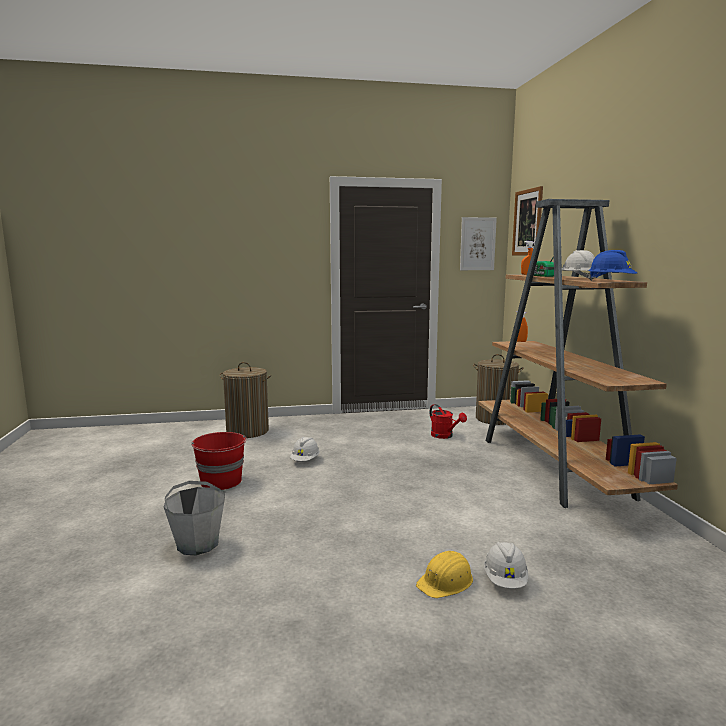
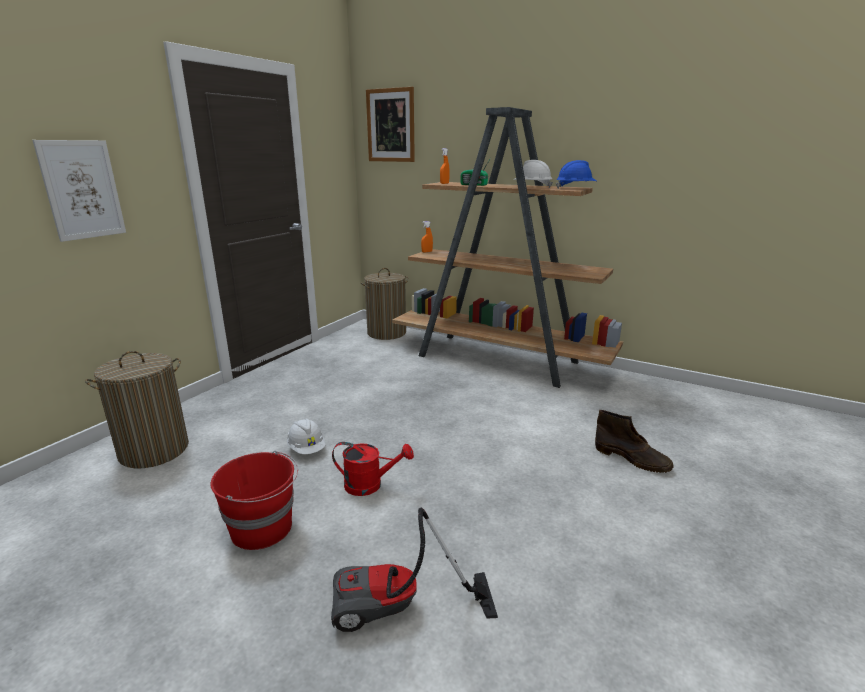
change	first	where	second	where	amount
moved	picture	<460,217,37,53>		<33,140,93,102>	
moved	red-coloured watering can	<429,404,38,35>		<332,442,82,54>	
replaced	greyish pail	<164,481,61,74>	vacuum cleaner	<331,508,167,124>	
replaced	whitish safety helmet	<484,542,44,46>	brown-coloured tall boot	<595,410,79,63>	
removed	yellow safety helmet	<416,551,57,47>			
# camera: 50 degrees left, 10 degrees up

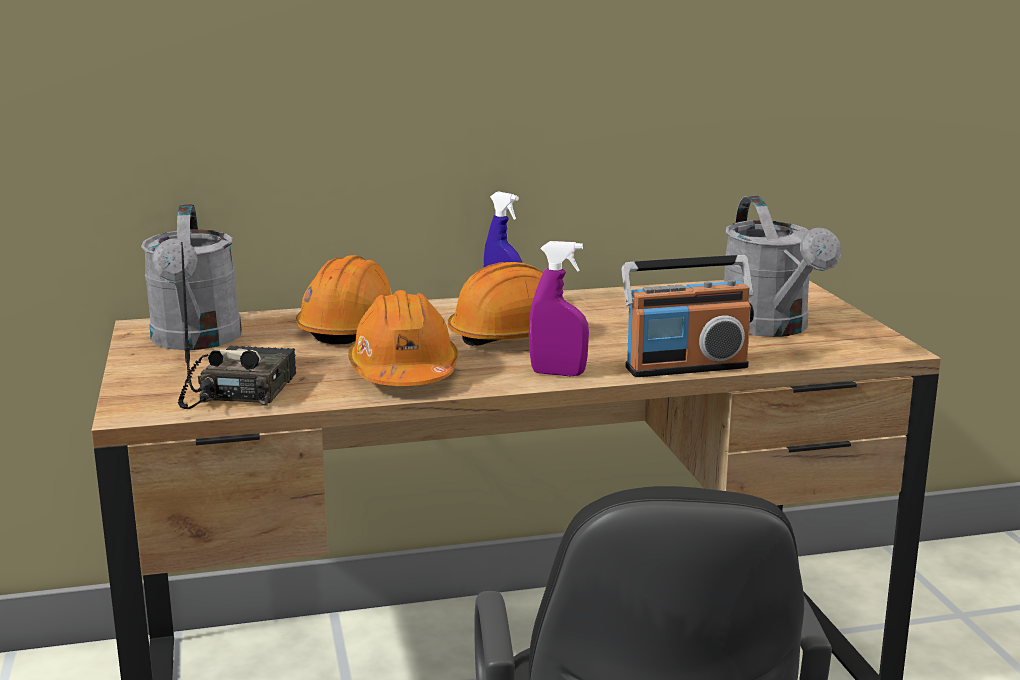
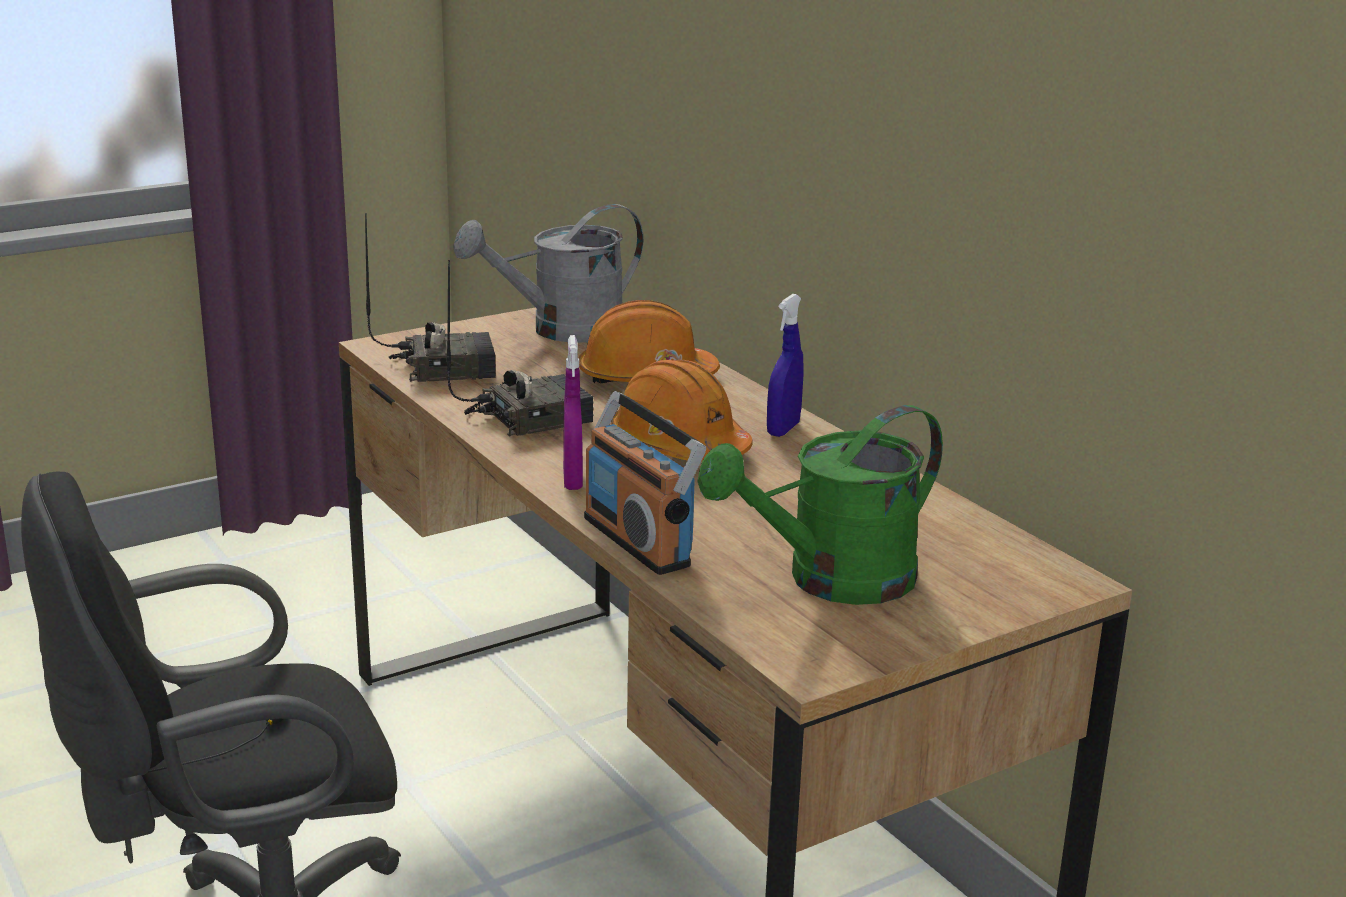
change	first	where	second	where	amount
recoloured	greyish watering can	<724,196,117,141>	greenish watering can	<697,405,246,200>	
replaced	orangey safety helmet	<348,290,110,96>	radio	<447,260,146,177>	
# camera: 70 degrees right, 5 degrees up

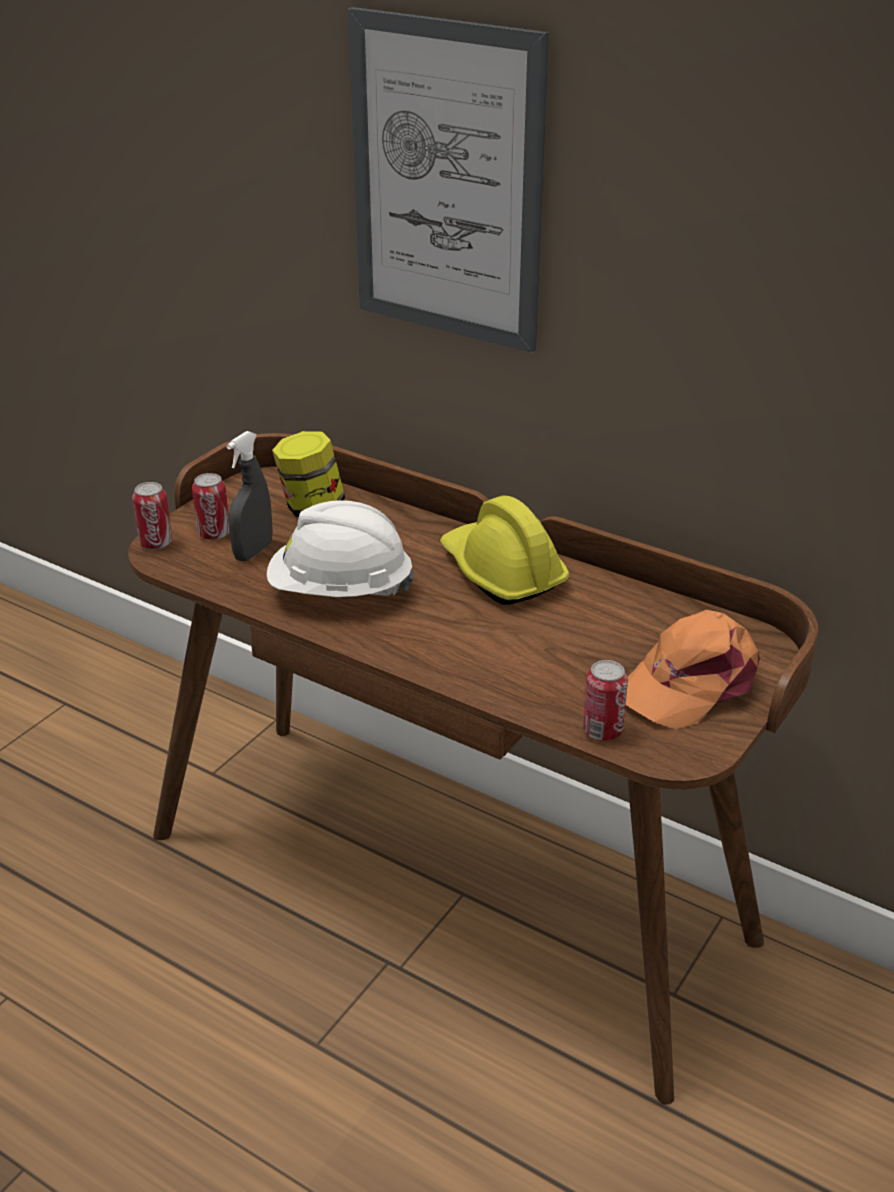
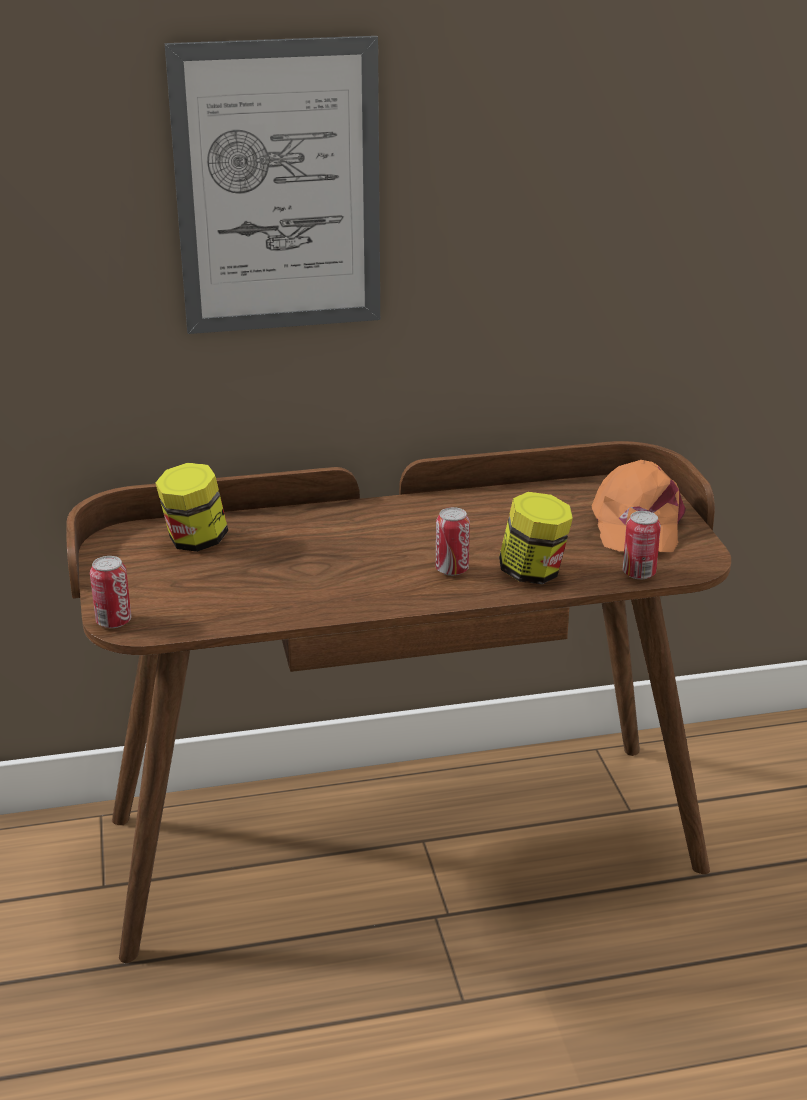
change	first	where	second	where	amount
removed	greyish sprayer	<226,431,47,130>			
moved	can	<192,473,37,67>		<436,507,34,69>	
removed	yellow safety helmet	<440,496,130,109>			
removed	whitish safety helmet	<267,500,147,97>			
added			jar	<499,492,74,92>	
# camera: 45 degrees left, 5 degrees down

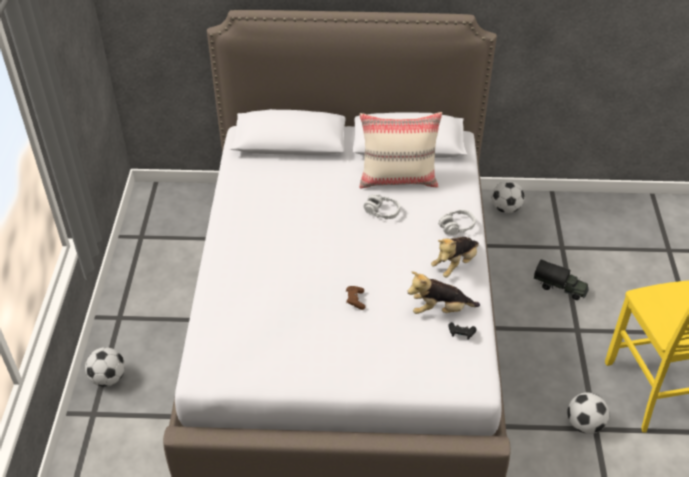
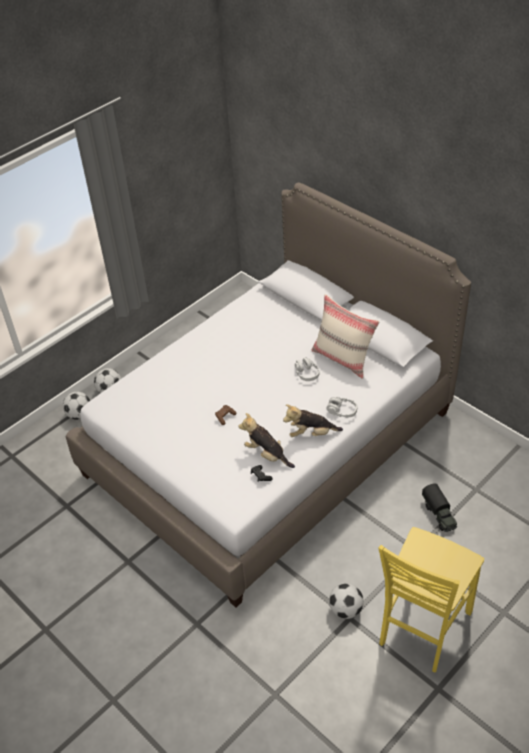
change	first	where	second	where	amount
moved	football ball	<491,181,34,32>		<63,392,27,28>	
# camera: 45 degrees right, 0 degrees up

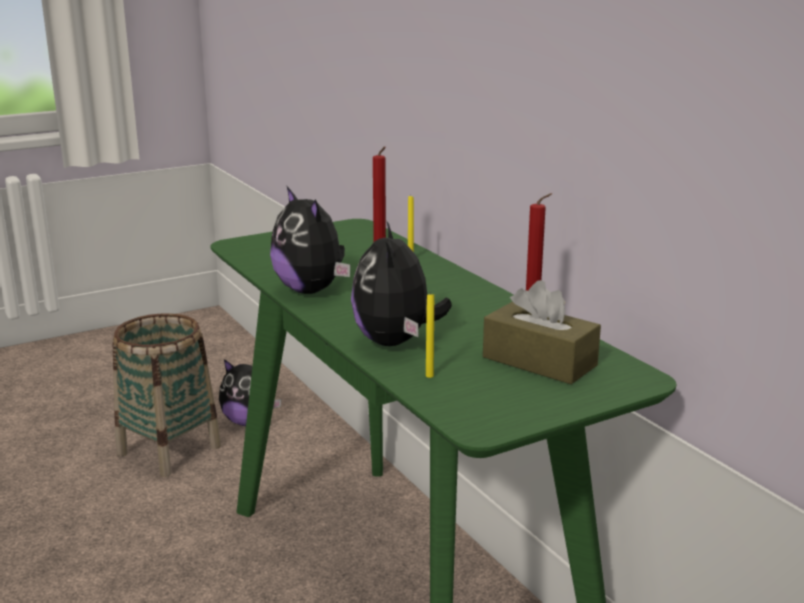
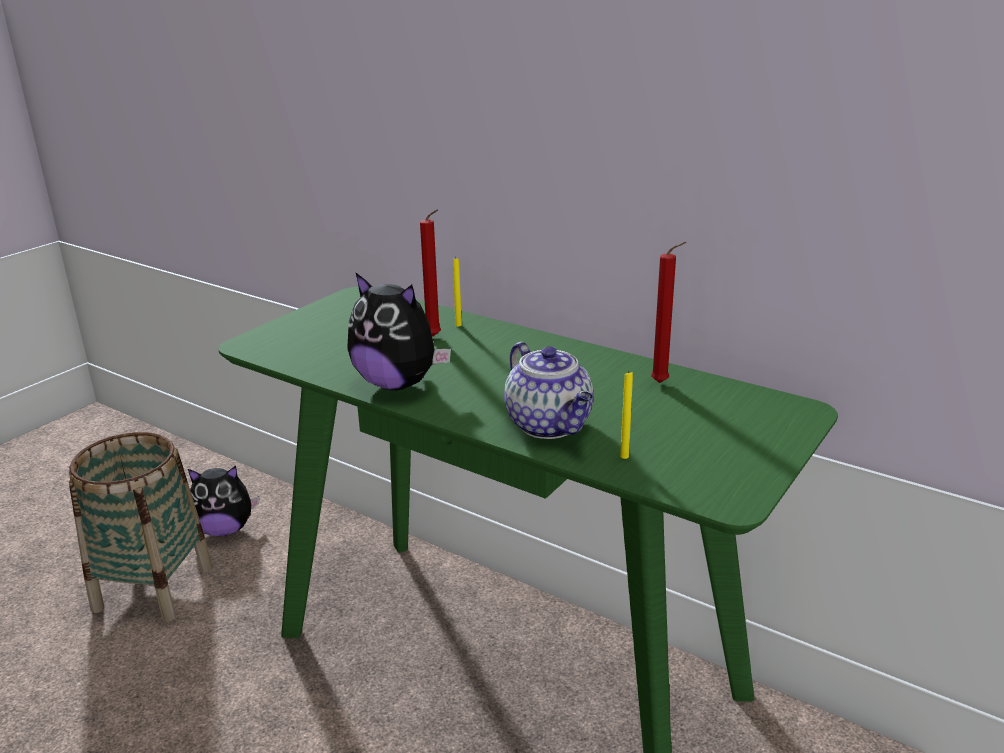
change	first	where	second	where	amount
replaced	plush toy	<351,222,101,124>	pot for tea	<504,342,90,97>	
removed	brown-coloured box of tissues	<483,280,118,104>			
# camera: 25 degrees left, 5 degrees up

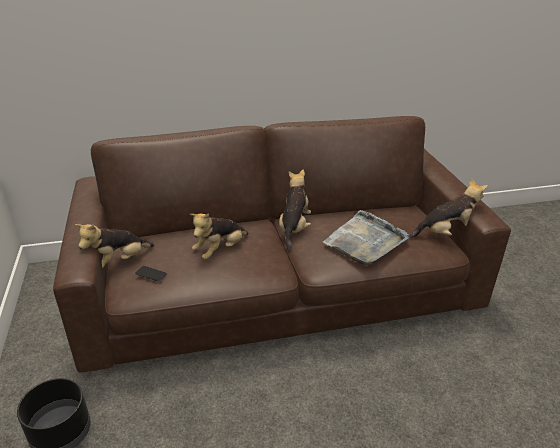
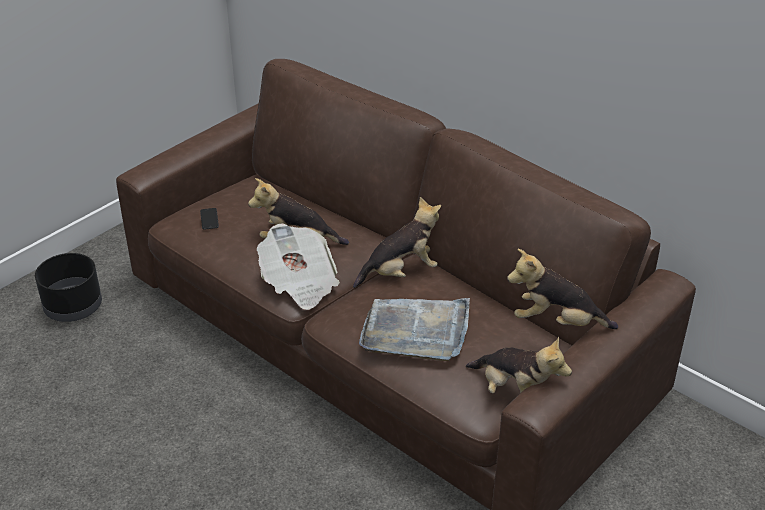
change	first	where	second	where	amount
moved	plush toy	<75,224,79,44>		<507,249,111,80>	
added			daily paper	<257,223,83,87>	
# camera: 55 degrees right, 5 degrees up

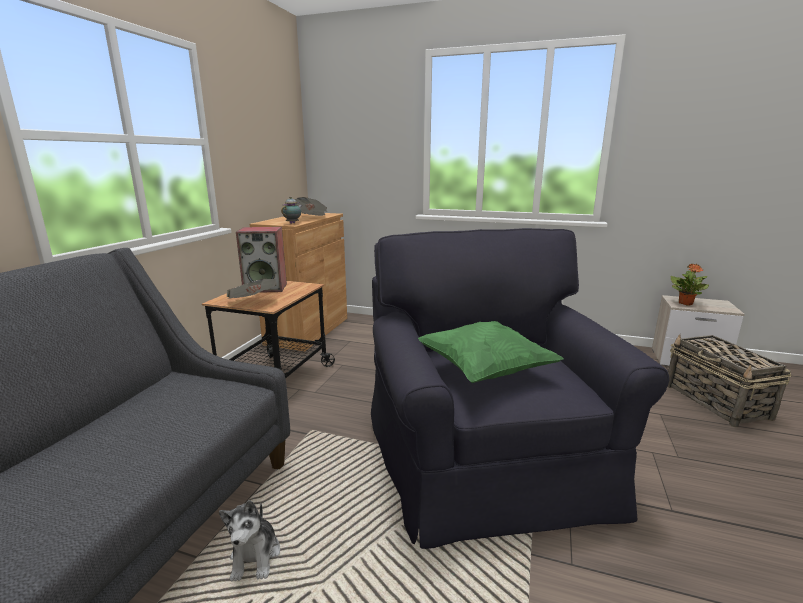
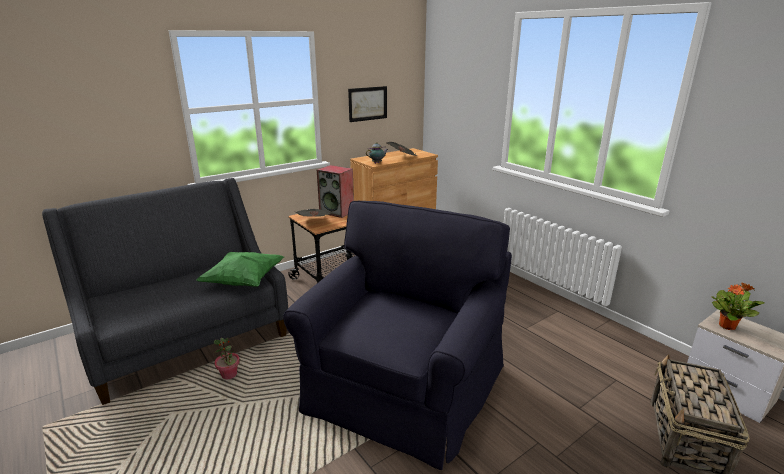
change	first	where	second	where	amount
moved	greenish throw pillow	<418,321,146,62>		<196,252,88,35>	
replaced	plush toy	<219,500,61,81>	plant in a pot	<214,338,26,41>	
added			picture	<348,86,39,36>	
# camera: 35 degrees right, 5 degrees up

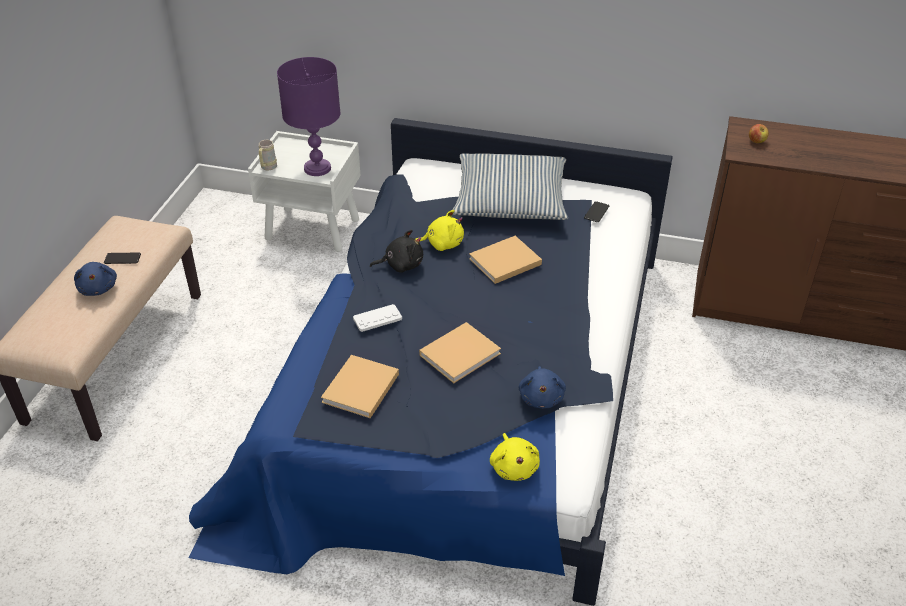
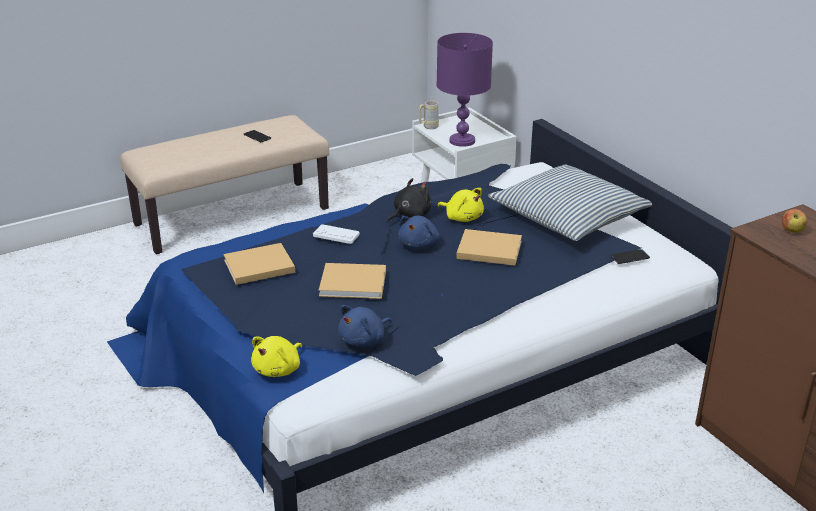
change	first	where	second	where	amount
turned	blackish plush toy	<370,230,53,43>		<387,178,44,45>	75 degrees counterclockwise
moved	blue plush toy	<74,262,43,34>		<398,216,42,33>	
# camera: 45 degrees right, 10 degrees down

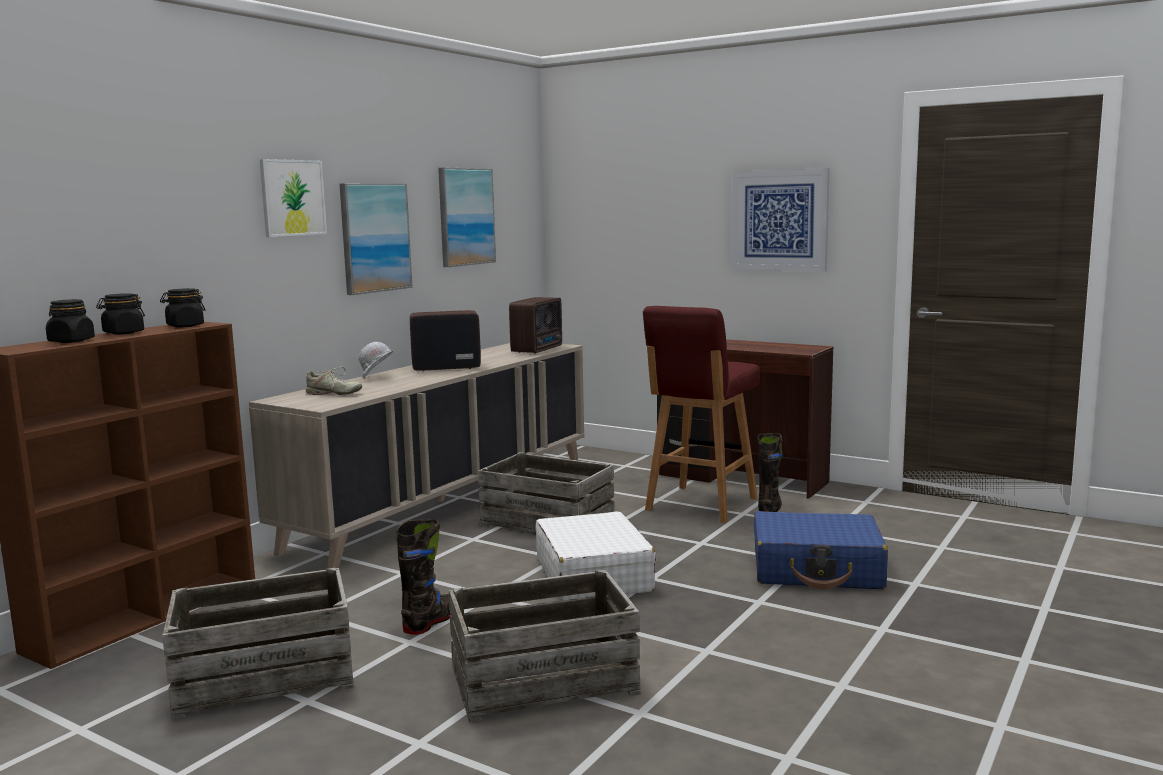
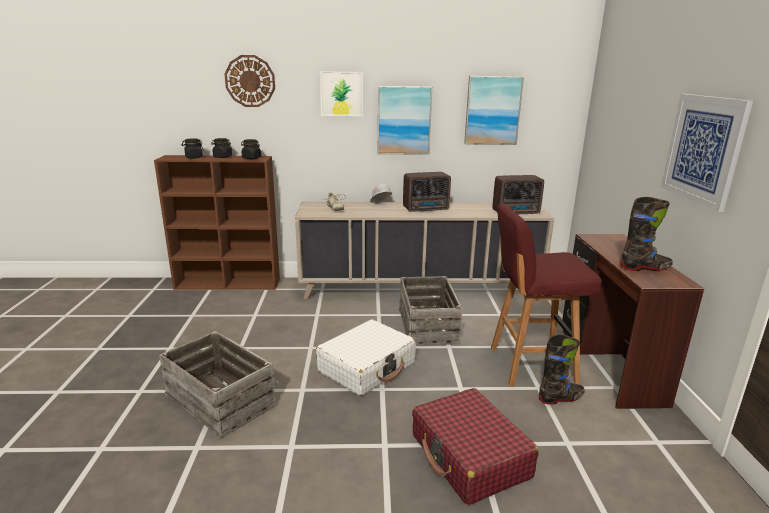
change	first	where	second	where	amount
turned	radio	<410,310,71,61>		<403,172,48,40>	120 degrees clockwise
recoloured	blue piece of luggage	<754,511,134,78>	red-coloured piece of luggage	<412,388,127,117>	
moved	blackish tall boot	<397,519,55,116>		<621,197,52,74>	
removed	crate	<162,568,192,151>			
added			clock on the wall	<225,55,50,52>	
# camera: 55 degrees right, 10 degrees up

